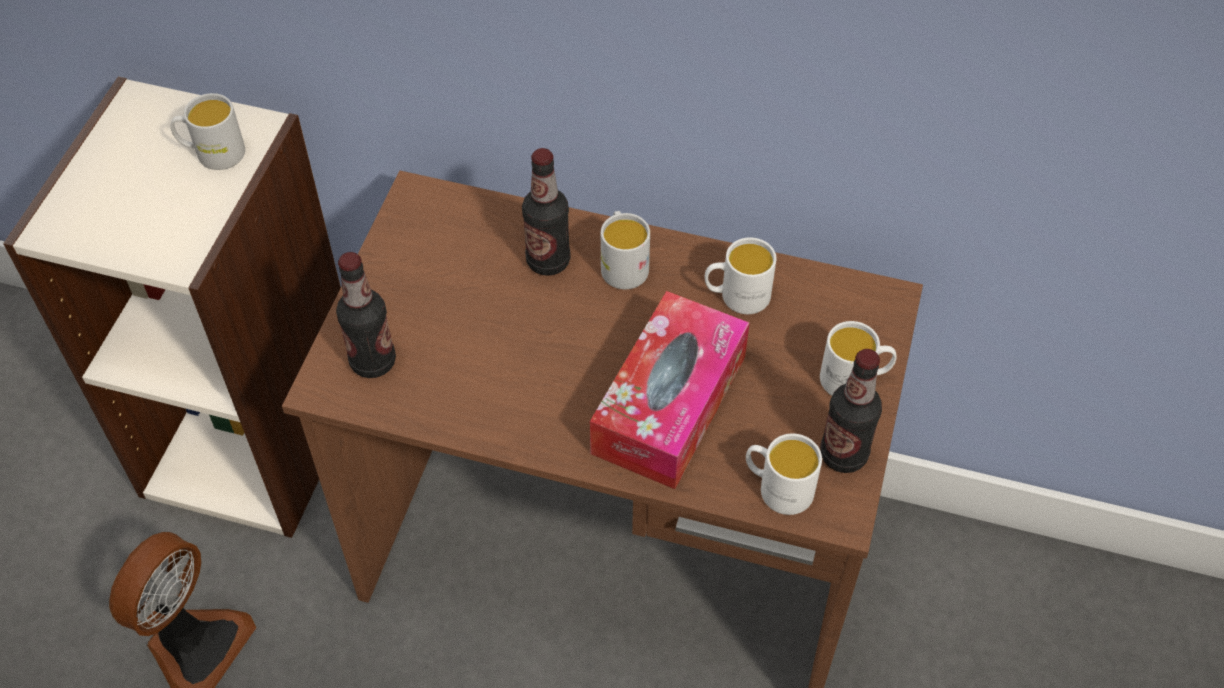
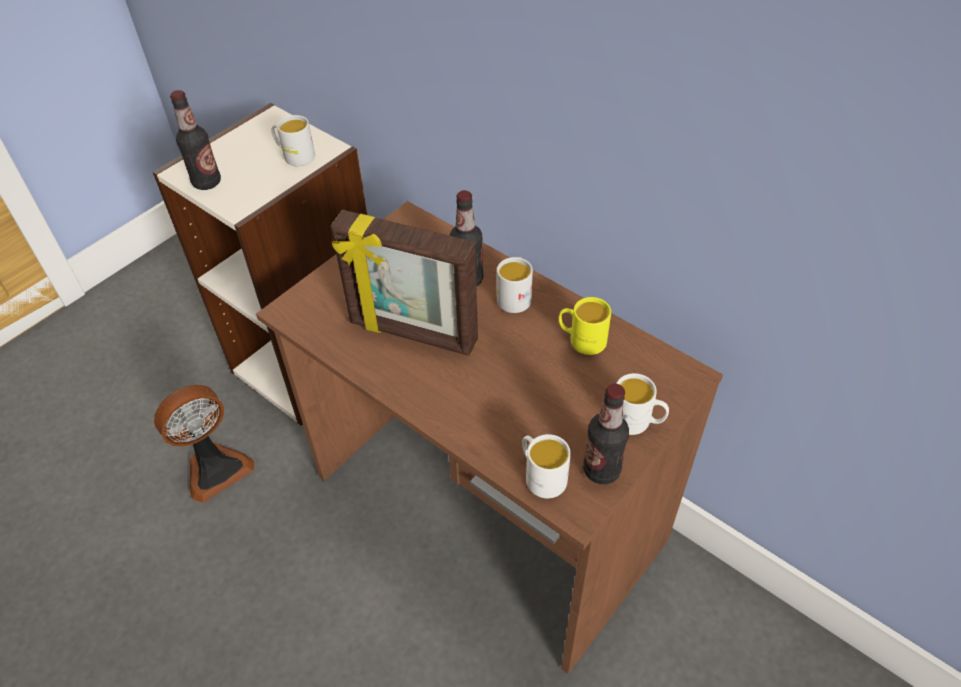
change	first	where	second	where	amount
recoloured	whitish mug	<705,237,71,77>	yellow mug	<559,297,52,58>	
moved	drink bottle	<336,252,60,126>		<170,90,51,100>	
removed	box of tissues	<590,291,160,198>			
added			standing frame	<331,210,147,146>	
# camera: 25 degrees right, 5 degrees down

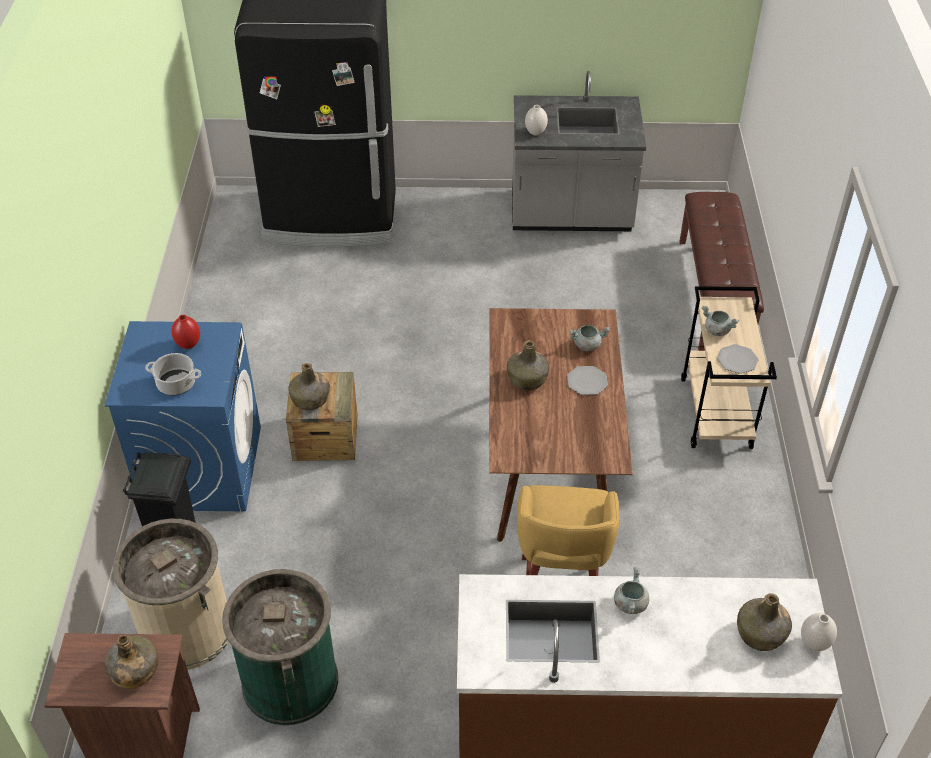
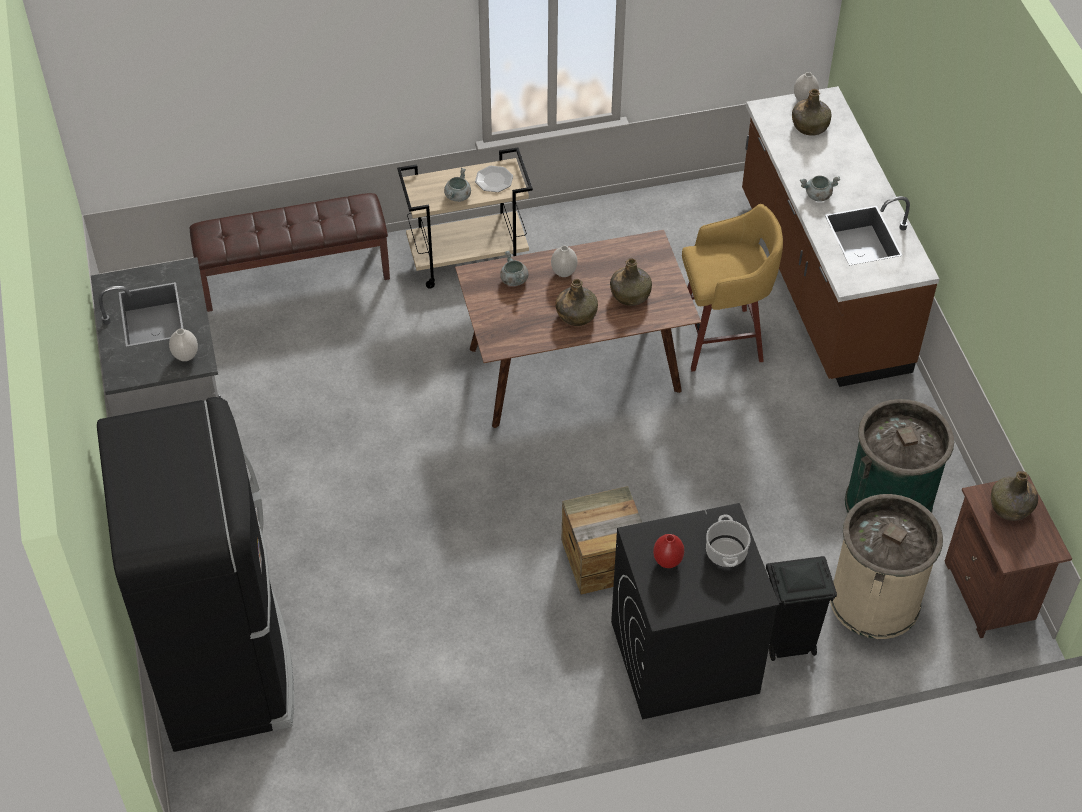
change	first	where	second	where	amount
recoloured	blue laundry appliance	<104,321,157,191>	blackish laundry appliance	<611,503,168,217>	
moved	greenish drink bottle	<288,363,42,47>		<610,258,42,48>	
replaced	flat dish	<567,366,41,29>	whitish flower vase	<551,246,27,31>	
# camera: 105 degrees left, 5 degrees up

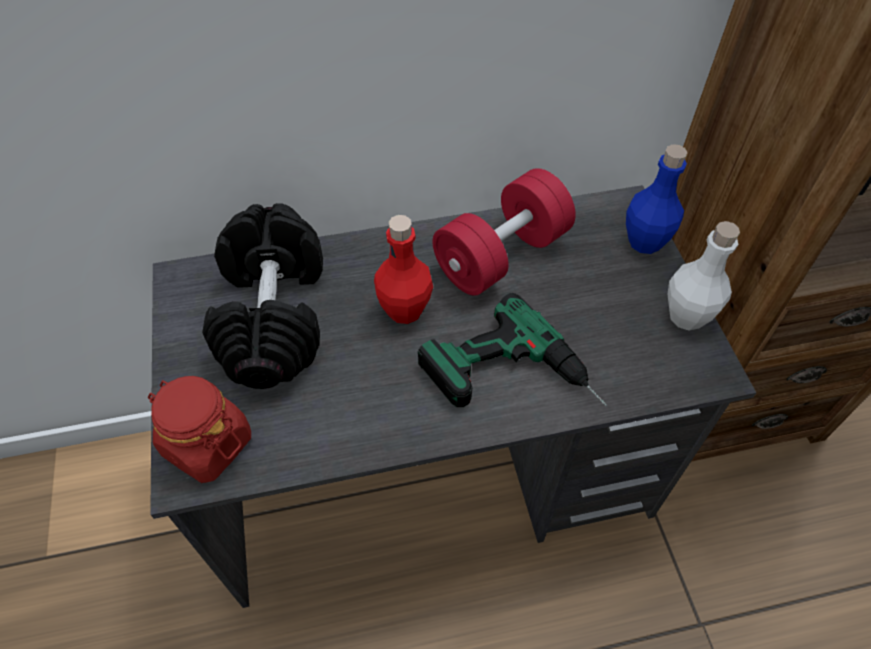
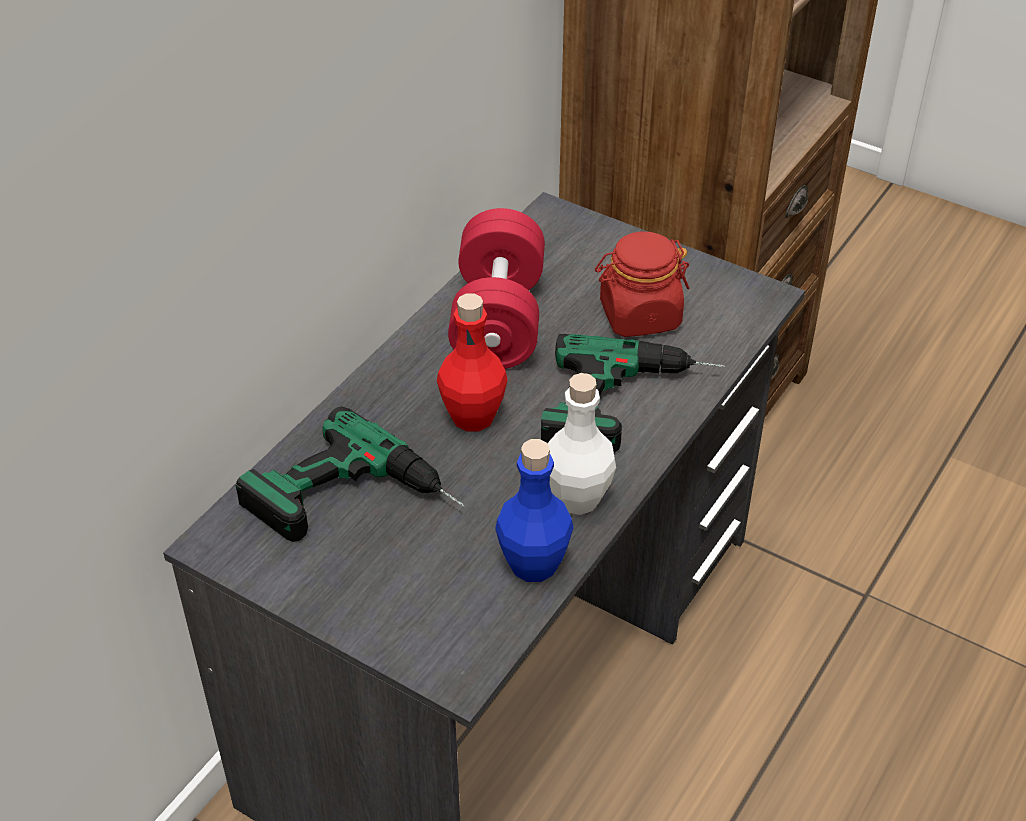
change	first	where	second	where	amount
moved	blue drink bottle	<626,144,62,110>		<495,439,79,143>	
replaced	blackish free weight	<202,203,121,186>	drill	<236,406,229,136>	
moved	whitish drink bottle	<668,221,72,110>		<548,373,68,142>	
moved	red-coloured jar	<148,376,103,107>		<595,231,94,106>	
# camera: 45 degrees left, 10 degrees down

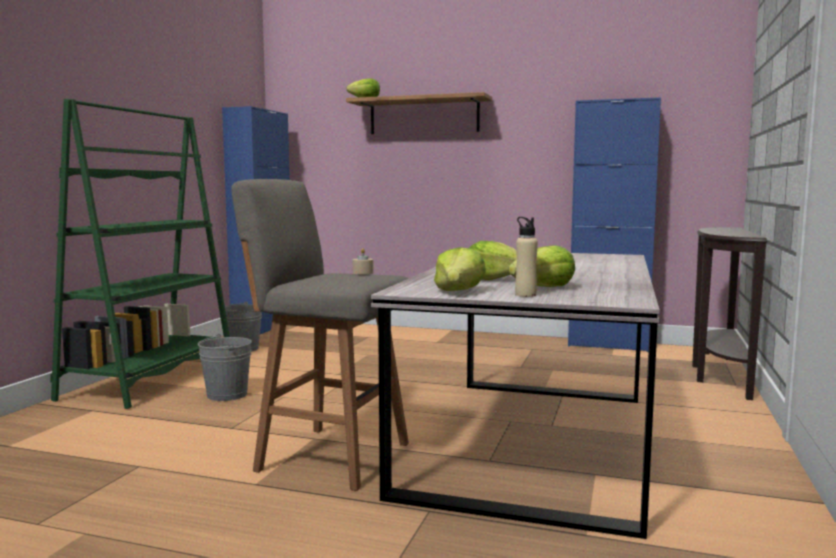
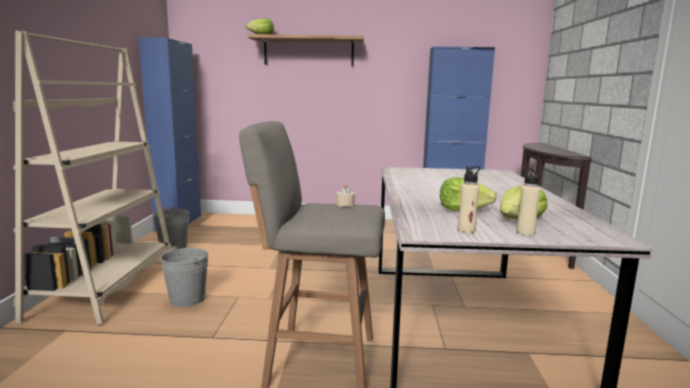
change	first	where	second	where	amount
recoloured	greenish bookcase	<50,99,180,310>	beige bookcase	<13,31,159,294>	
replaced	lettuce	<434,247,52,44>	beige drink bottle	<458,166,22,67>	
# camera: 15 degrees left, 5 degrees up

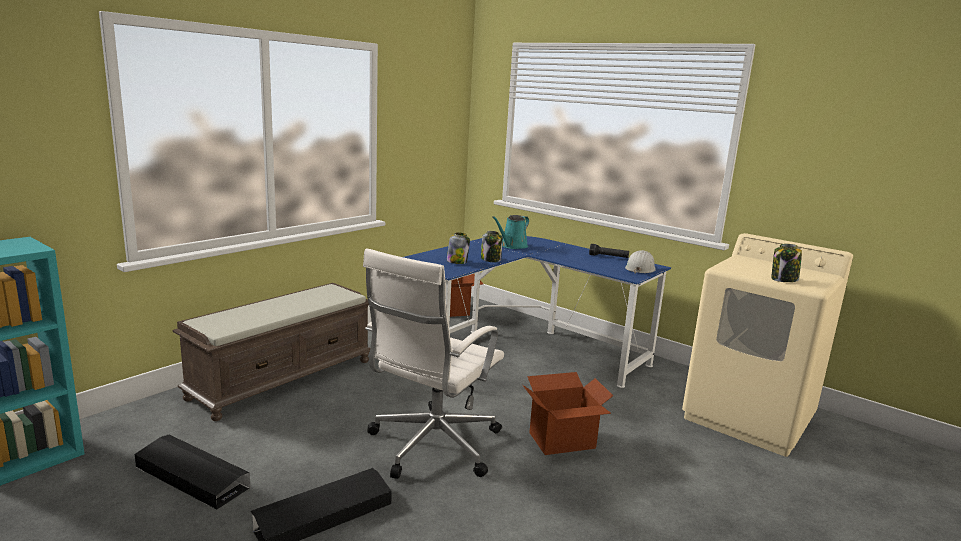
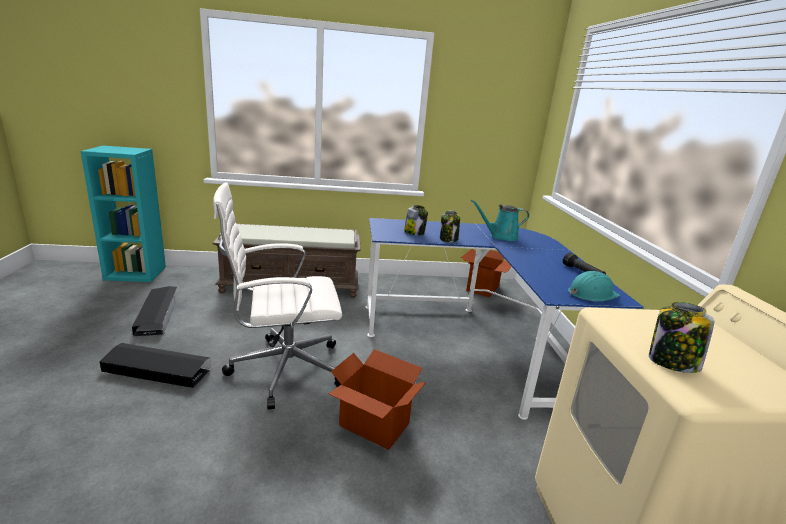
change	first	where	second	where	amount
recoloured	whitish safety helmet	<625,250,31,24>	blue-green safety helmet	<568,271,52,30>	
# camera: 45 degrees right, 5 degrees up

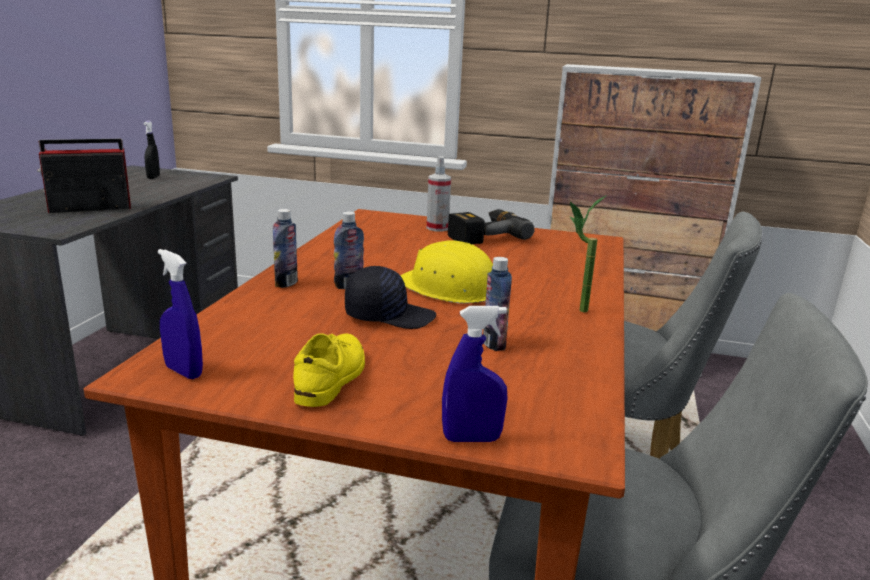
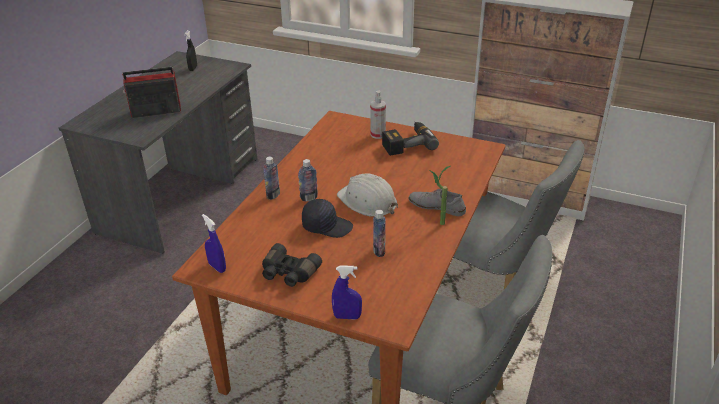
change	first	where	second	where	amount
recoloured	yellow safety helmet	<400,240,93,64>	whitish safety helmet	<337,173,61,44>	
replaced	yellow item of footwear	<293,333,72,74>	blackish pair of binoculars	<262,243,60,44>	
added			greyish item of footwear	<409,188,57,28>	
# camera: 10 degrees right, 15 degrees up

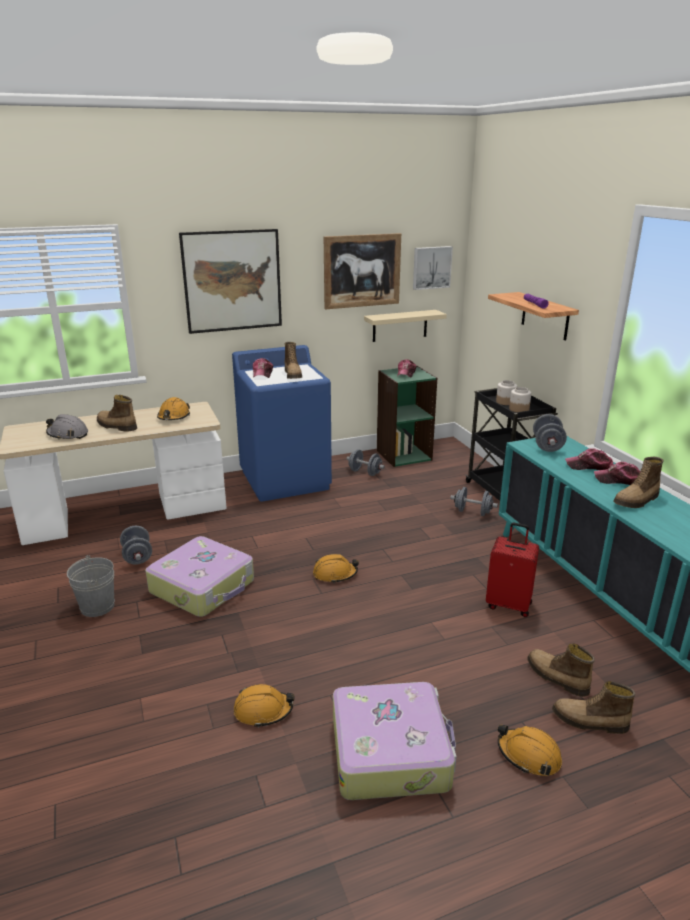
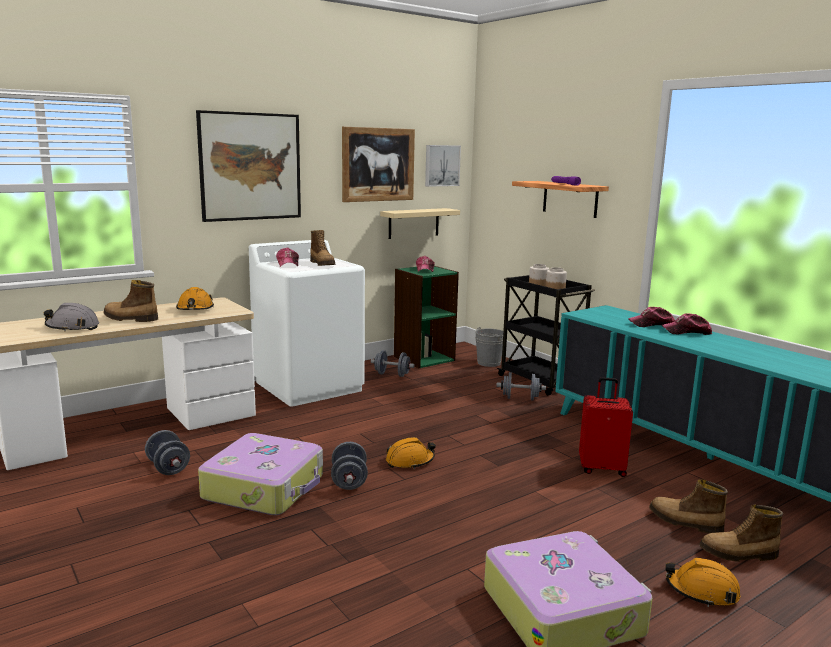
change	first	where	second	where	amount
recoloured	blue laundry appliance	<232,345,100,157>	whitish laundry appliance	<249,240,116,167>	
moved	greyish free weight	<533,414,34,38>		<331,442,37,48>	
removed	tall boot	<613,457,51,51>			
moved	greyish pail	<67,555,48,62>		<475,327,28,40>	
removed	orangey safety helmet	<234,684,61,44>			
# camera: 15 degrees left, 10 degrees down

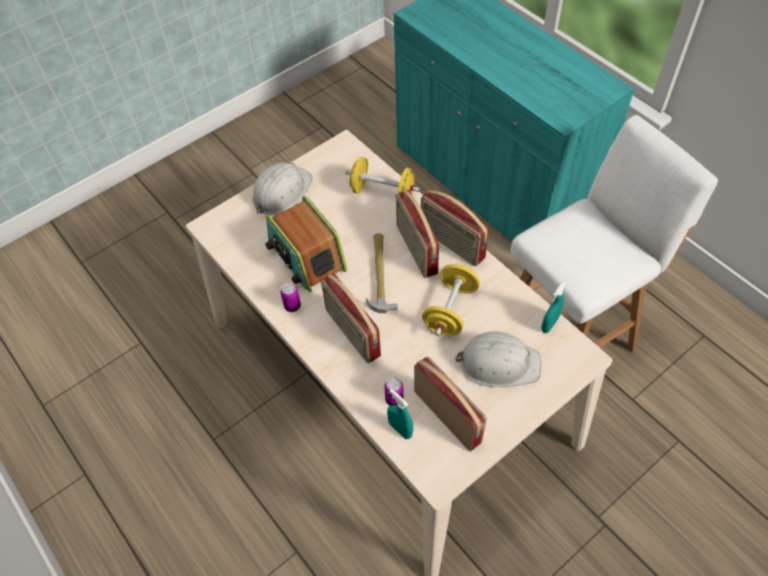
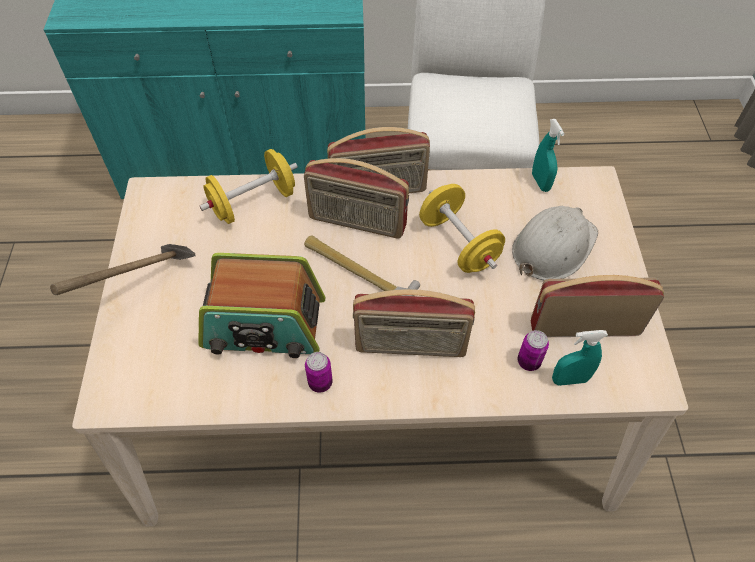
change	first	where	second	where	amount
replaced	whitish safety helmet	<252,162,61,53>	tool hammer	<50,244,146,51>	
# camera: 55 degrees left, 0 degrees up

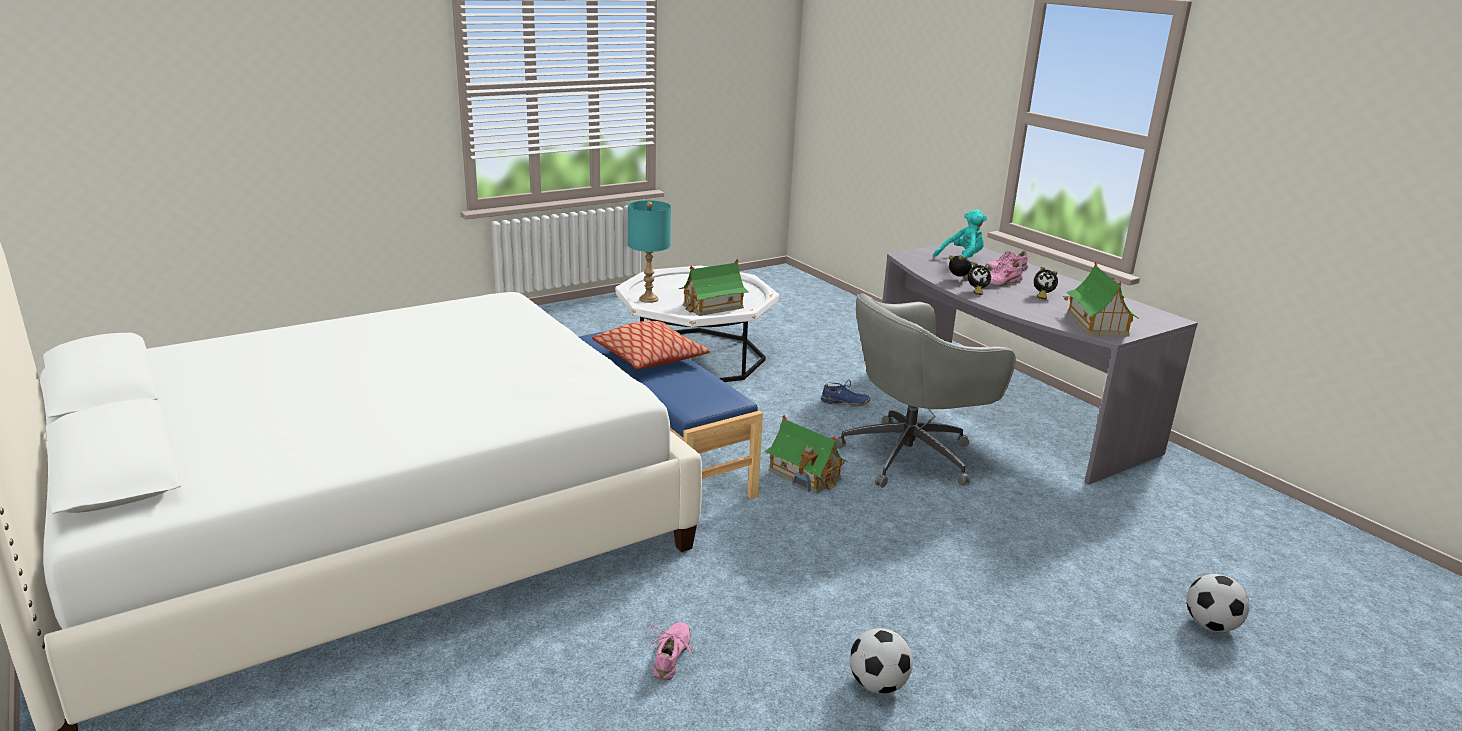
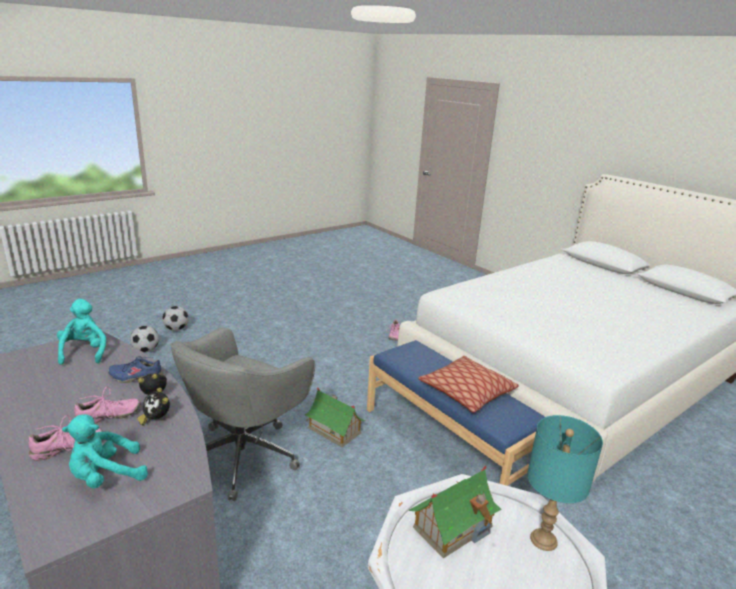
change	first	where	second	where	amount
replaced	miniature house	<1063,262,76,75>	blue-green plush toy	<57,299,49,66>	
removed	table clock	<1034,266,24,34>			
turned	greyish desk chair	<834,293,182,195>		<171,328,144,173>	150 degrees clockwise
moved	blue item of footwear	<821,380,49,26>		<108,356,56,27>	
moved	football ball	<850,628,63,66>		<162,306,27,25>	
# camera: 175 degrees right, 0 degrees up

